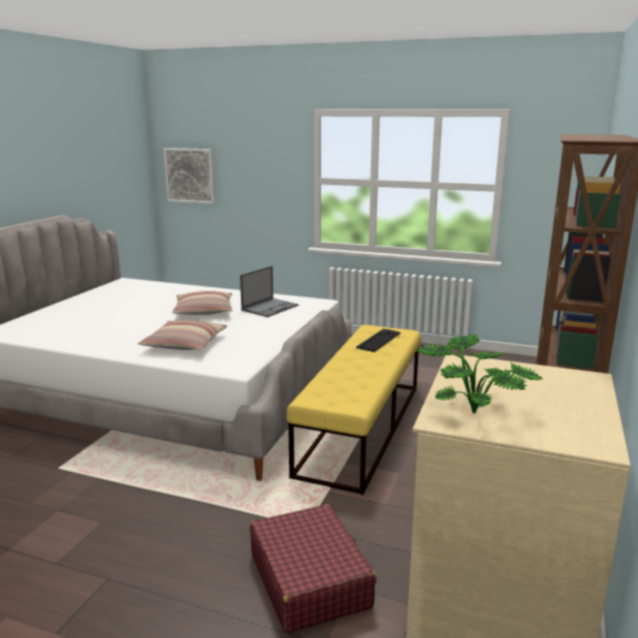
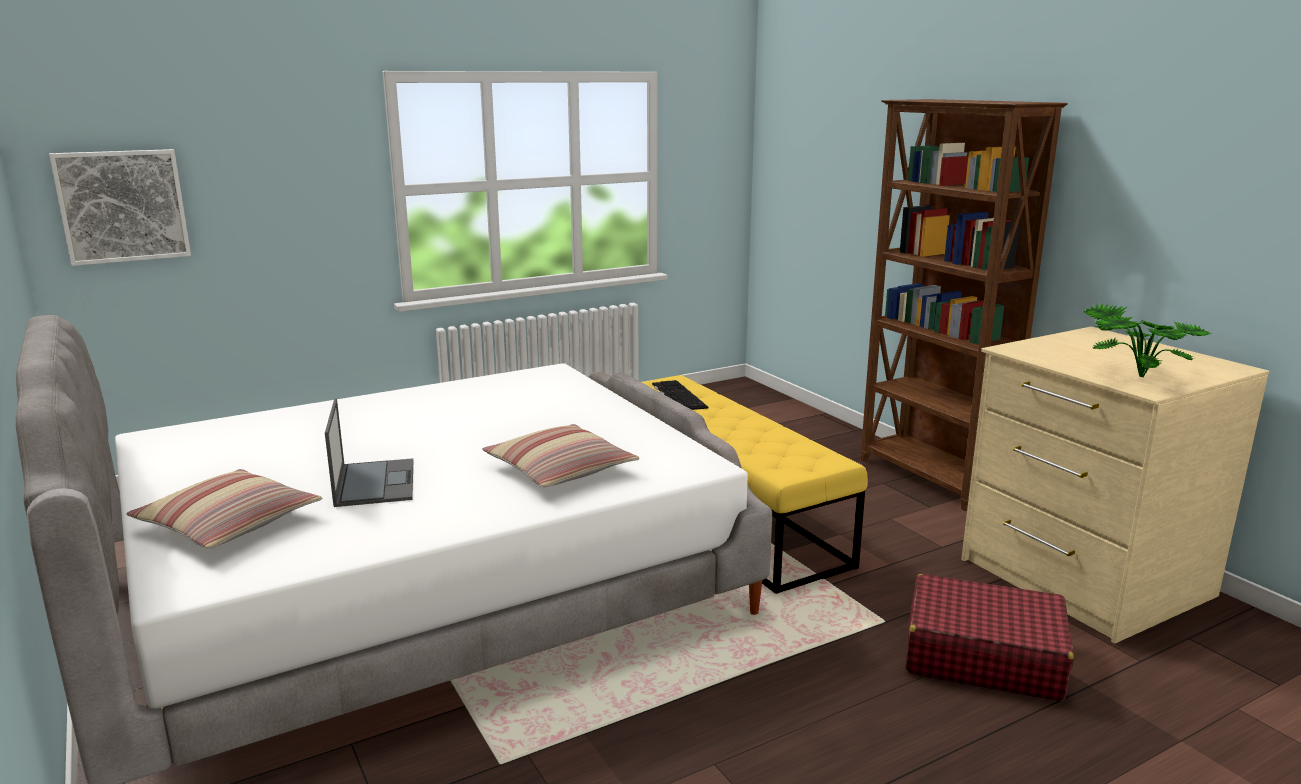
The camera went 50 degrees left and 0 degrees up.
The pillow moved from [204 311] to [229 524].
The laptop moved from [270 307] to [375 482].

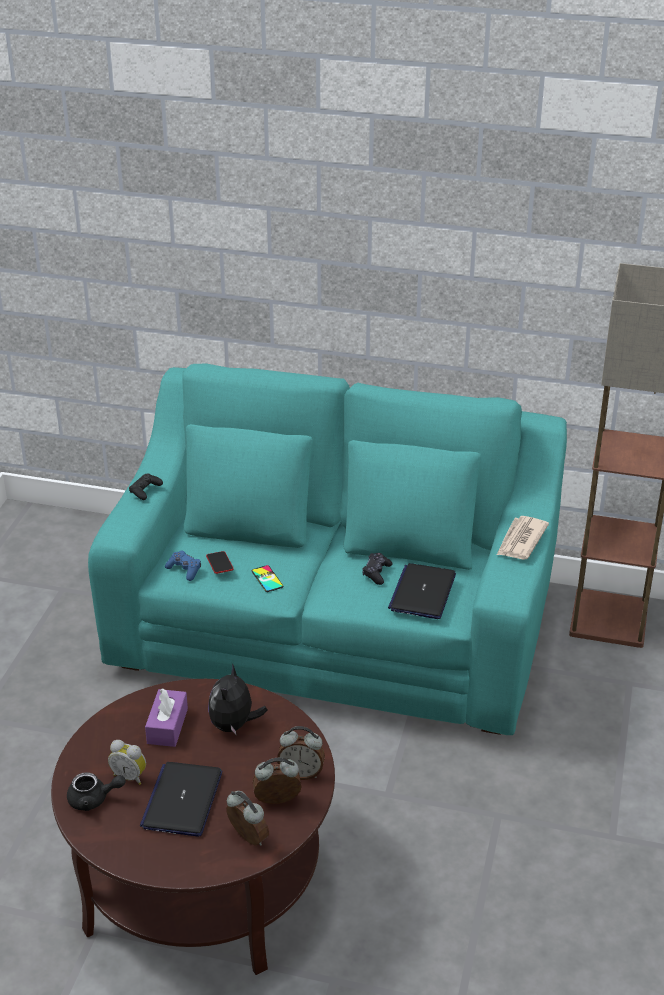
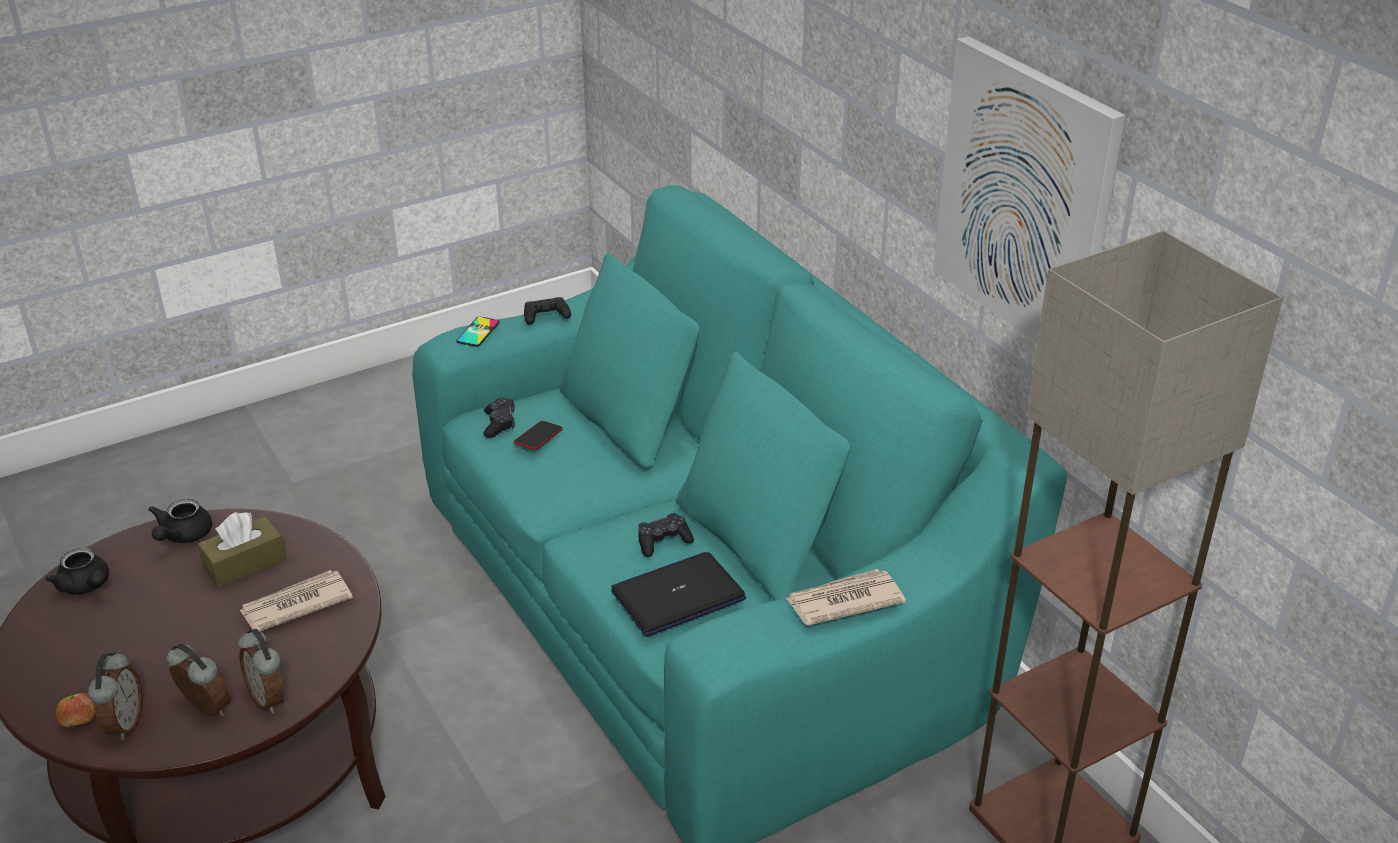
The camera went 45 degrees right and 0 degrees up.
The alarm clock at [130 776] disappeared.
The laptop at [182 800] disappeared.
The apple at [80 722] appeared.
The teapot (black) at [182 536] appeared.
The picture at [1026 199] appeared.
The phone moved from [267 579] to [478 332].
The plush toy at [234 725] was replaced by the newspaper at [295 605].
The tissue box (purple) at [167 726] became the tissue box (brown) at [245 563].
The game controller (blue) at [184 570] became the game controller (black) at [499 424].

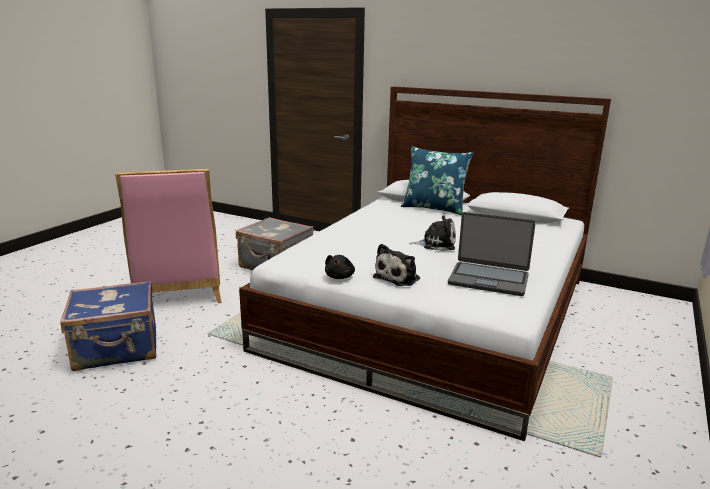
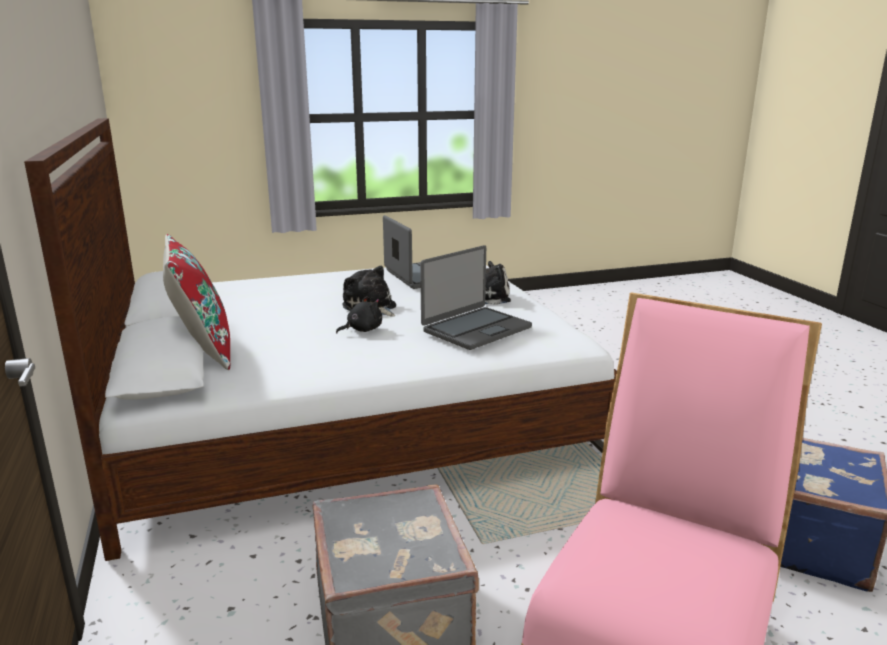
The camera went 135 degrees left and 0 degrees up.
The laptop at [476 329] appeared.
The plush toy (black) moved from [340 276] to [362 330].
The pillow (blue) at [434 208] became the pillow (red) at [203 350].

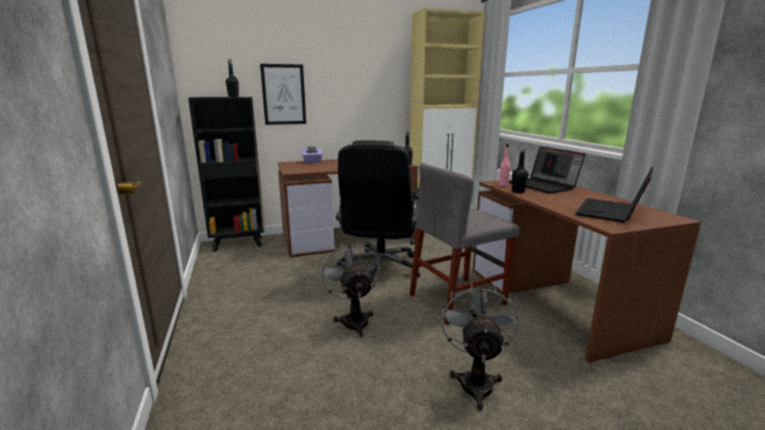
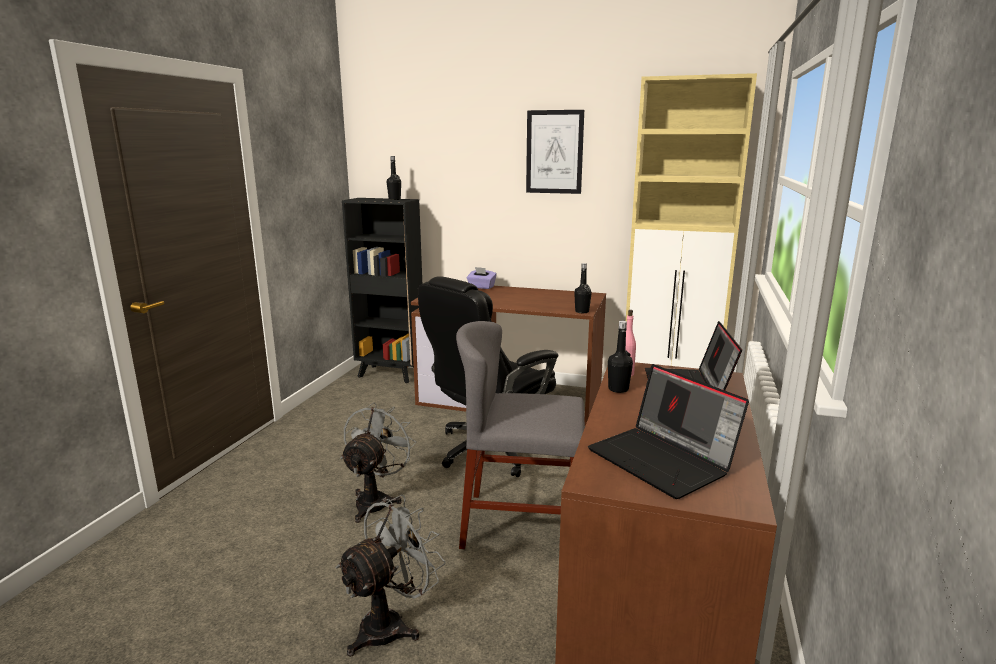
The camera went 35 degrees right and 0 degrees up.
The picture moved from [283 94] to [554 152].
The laptop at [611 212] turned 105 degrees counterclockwise.

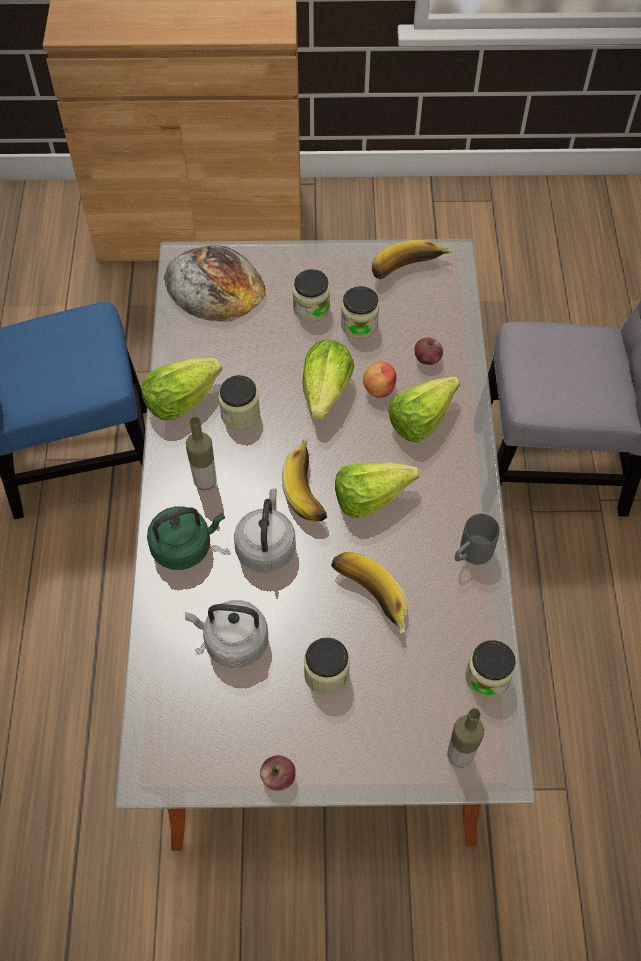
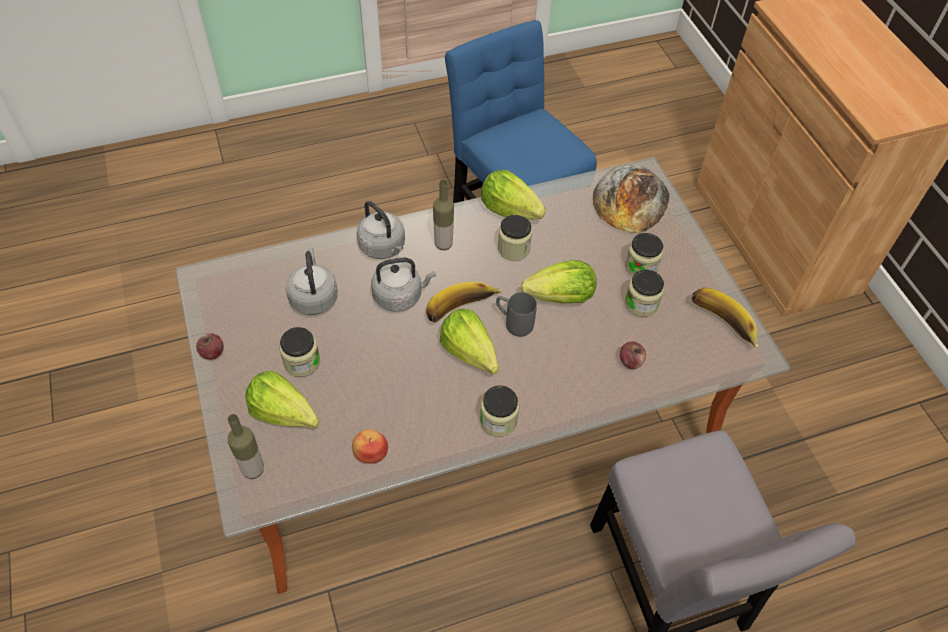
The camera went 70 degrees right and 5 degrees down.
The banana at [367 600] disappeared.
The apple moved from [379 388] to [371 453].
The lettuce moved from [427 417] to [287 418].
The mug (grey) moved from [470 555] to [513 322].
The jar moved from [487 677] to [498 420].
The kettle (green) at [184 546] became the kettle (grey) at [383 247].

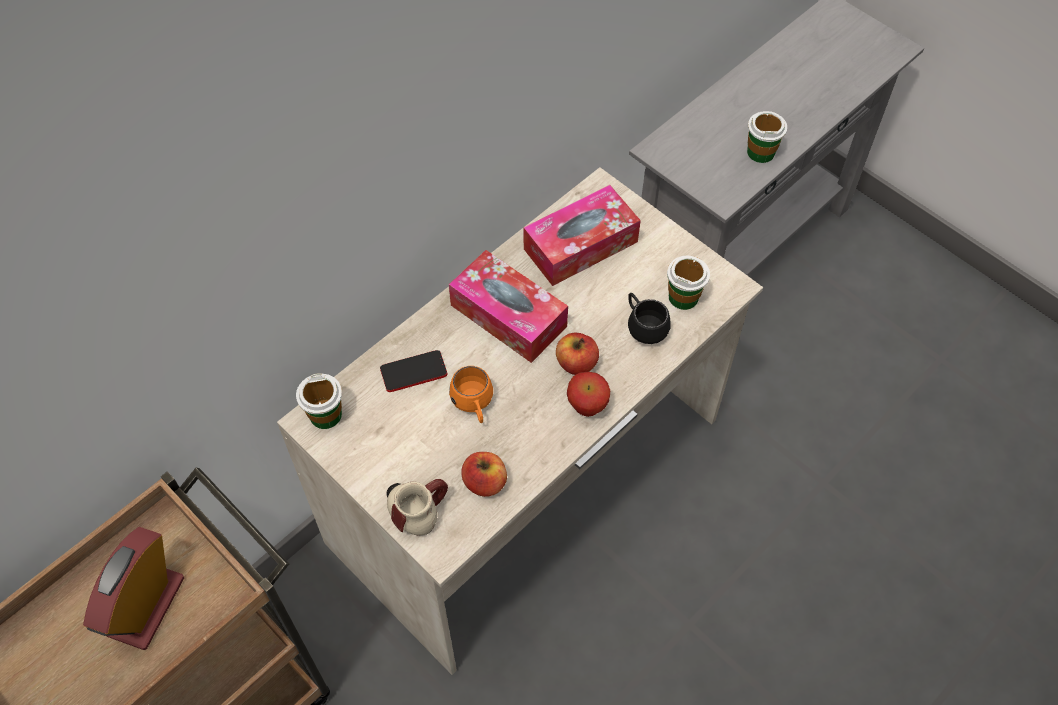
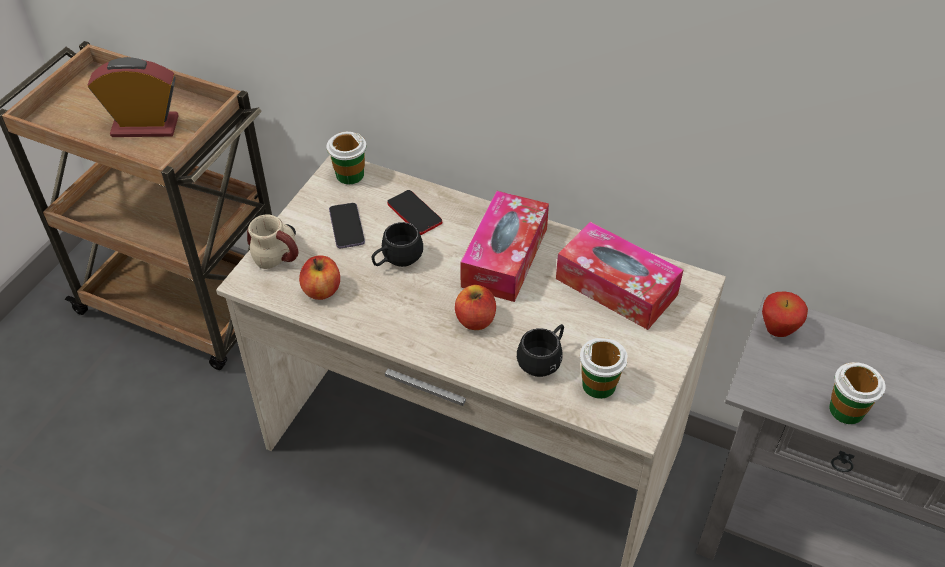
The camera went 70 degrees right and 10 degrees down.
The phone at [347 227] appeared.
The apple moved from [587 408] to [777 331].
The mug (orange) at [474 406] became the mug (black) at [396 261].

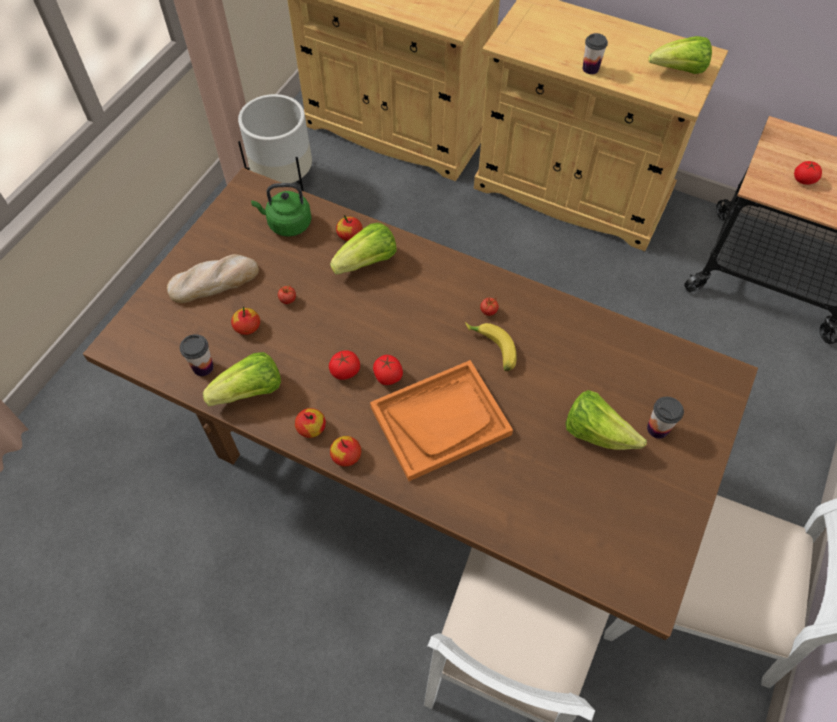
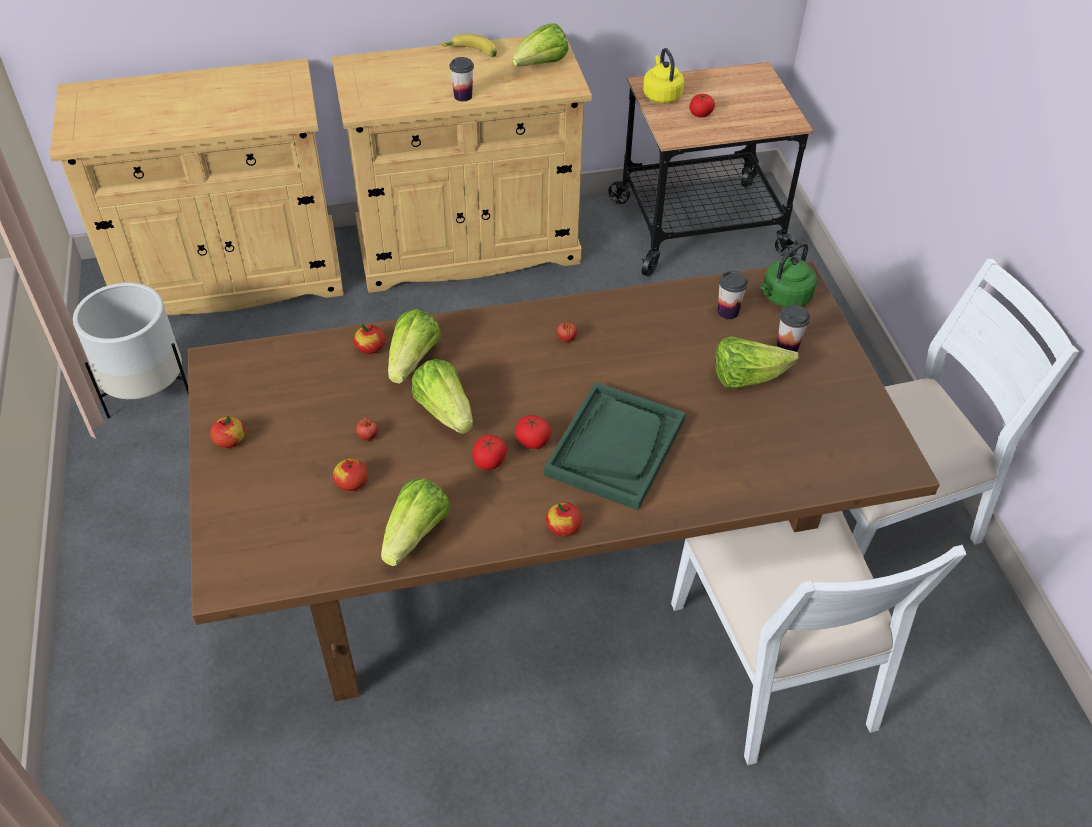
The camera went 40 degrees left and 10 degrees down.
The bread at [214 281] disappeared.
The lettuce at [445 411] appeared.
The kettle (yellow) at [661 95] appeared.
The cup moved from [203 367] to [728 312].
The kettle (green) moved from [287 224] to [784 297].
The apple moved from [311 428] to [230 440].
The banana moved from [491 349] to [470 53].
The tray (orange) at [440 420] became the tray (green) at [615 447].

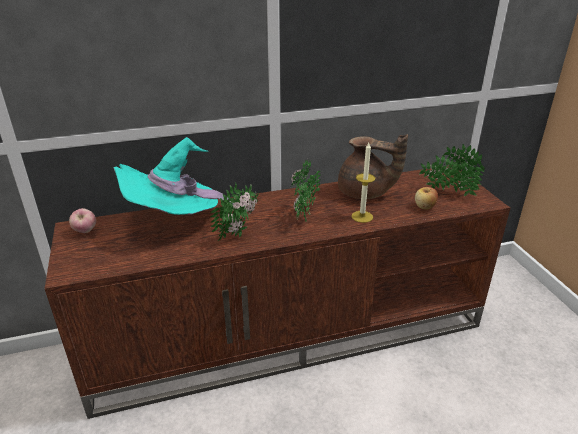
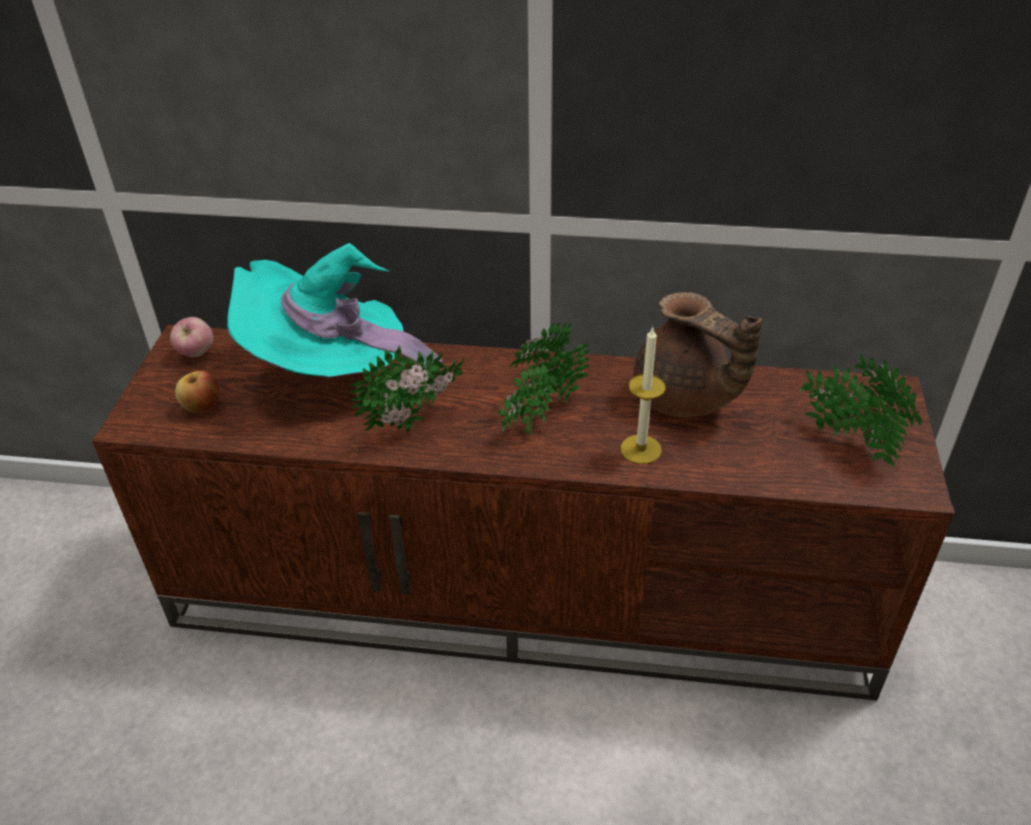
The camera went 25 degrees right and 10 degrees up.
The apple moved from [424 207] to [202 406].

